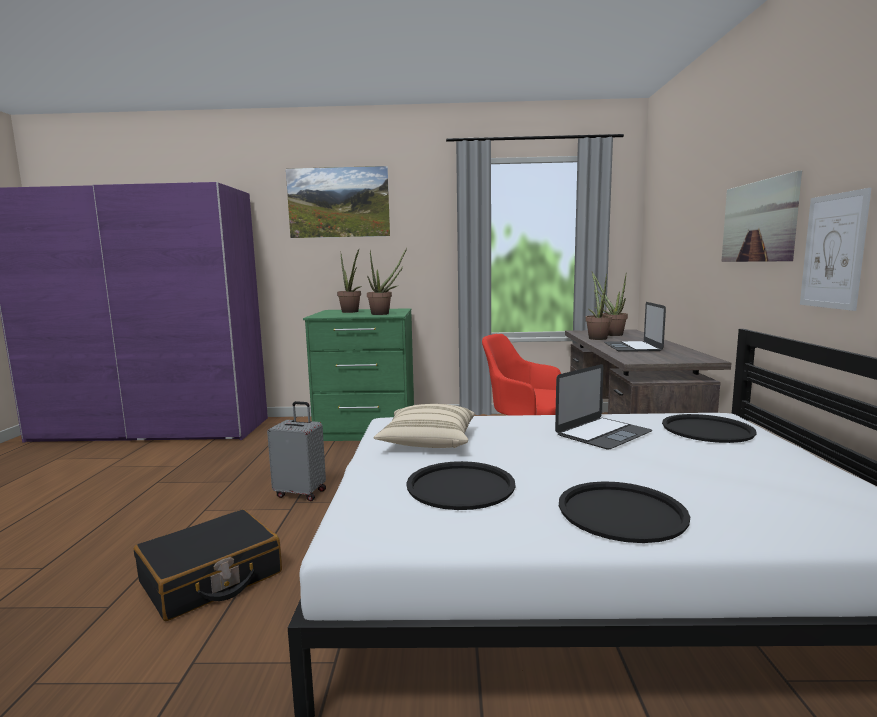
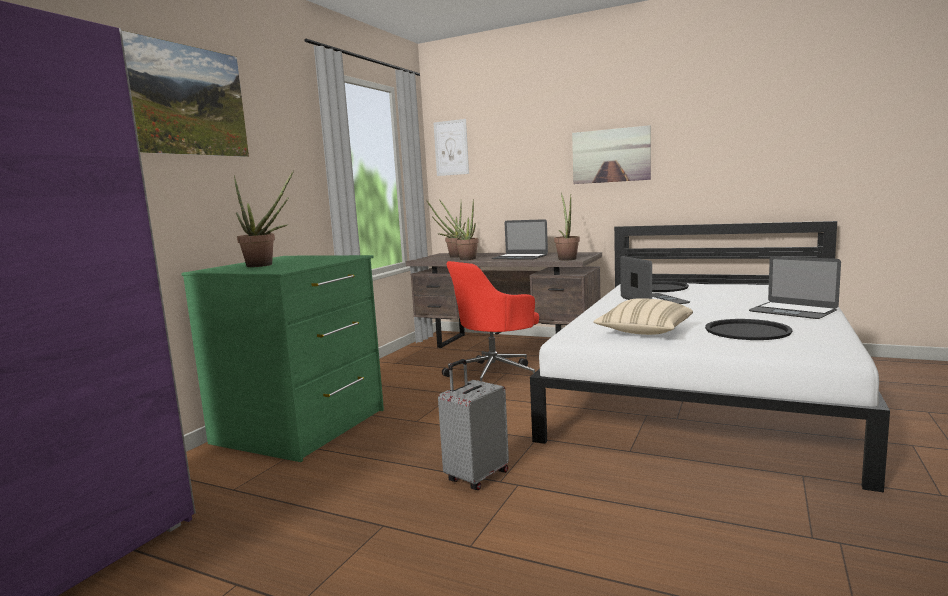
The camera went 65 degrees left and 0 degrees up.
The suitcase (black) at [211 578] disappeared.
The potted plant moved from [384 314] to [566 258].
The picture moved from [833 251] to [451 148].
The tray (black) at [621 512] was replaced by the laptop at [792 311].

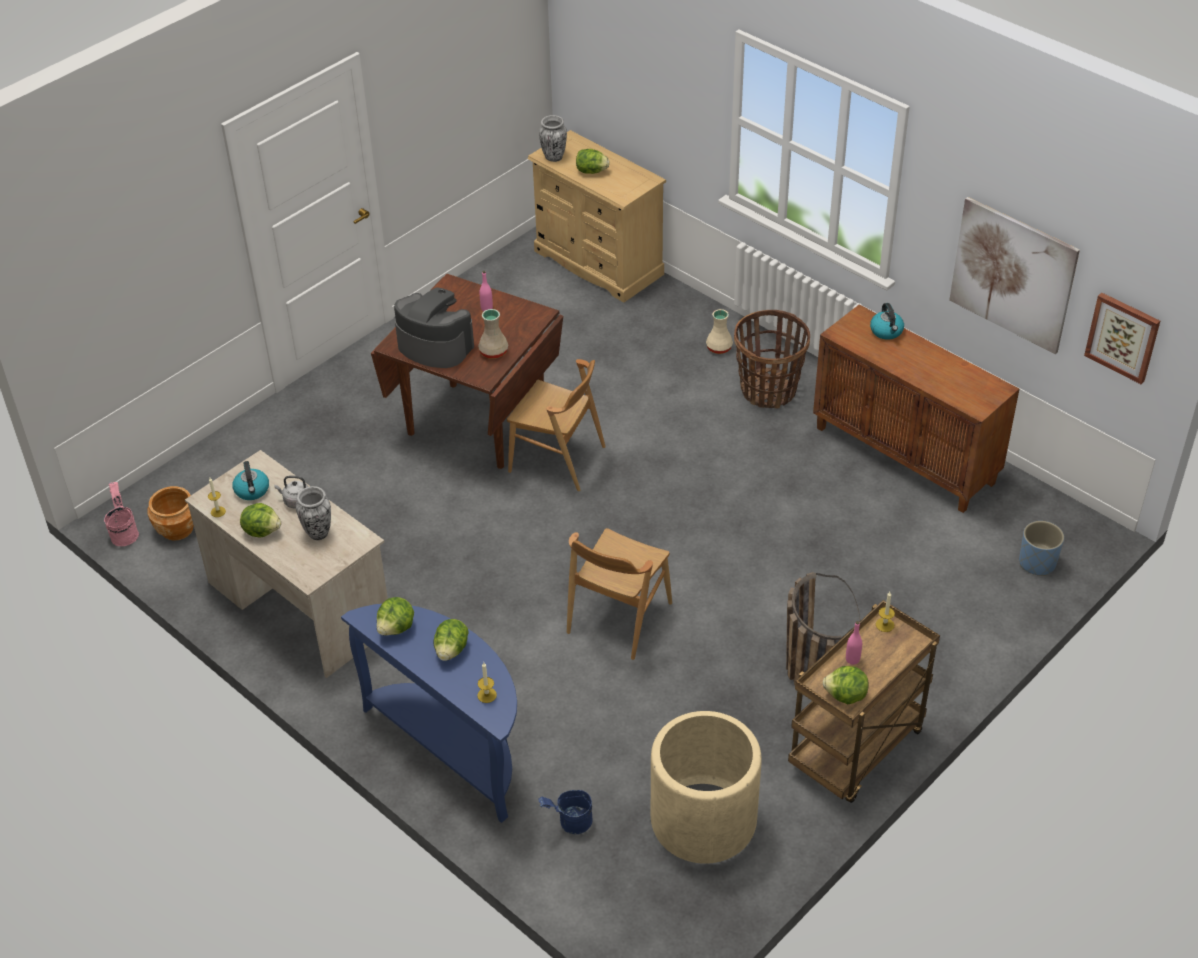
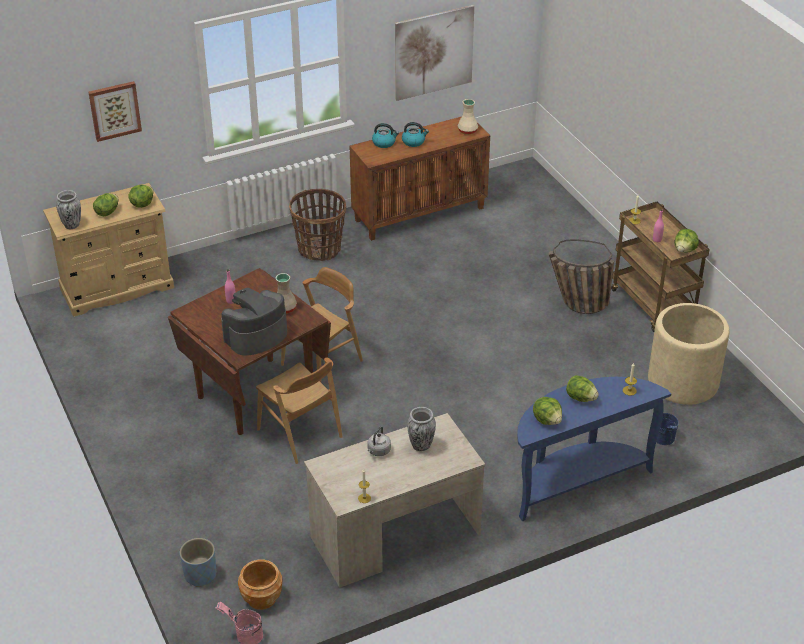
The camera went 70 degrees left and 5 degrees down.
The kettle moved from [252 490] to [414 142].
The lettuce moved from [262 530] to [142 204].
The chair (brown) moved from [618 618] to [299 433].
The vase (beige) moved from [718 348] to [467 131].
The planter (blue) moved from [1037 563] to [200 574].
The picture moved from [1123 337] to [114 110].

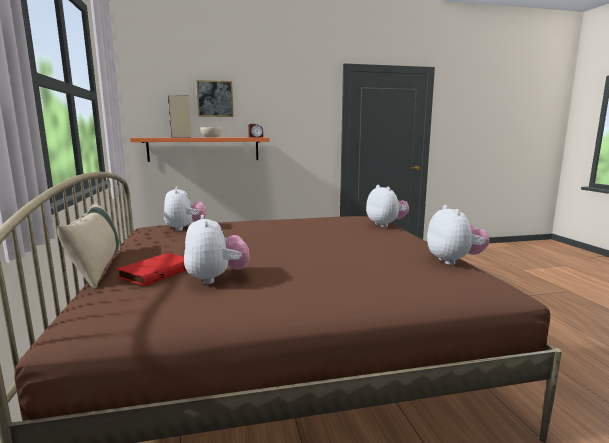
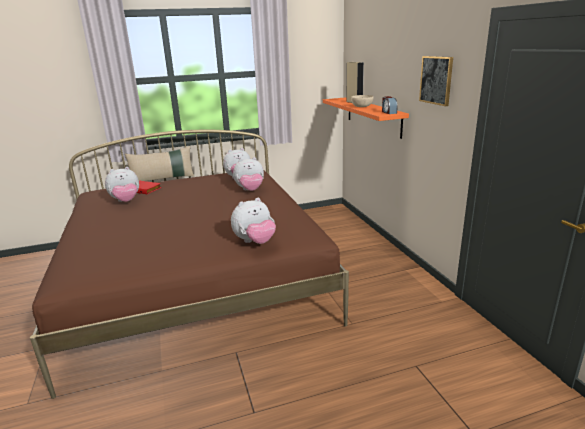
The camera went 85 degrees right and 10 degrees up.
The picture moved from [215 98] to [436 80].
The plush toy moved from [454 261] to [250 190].

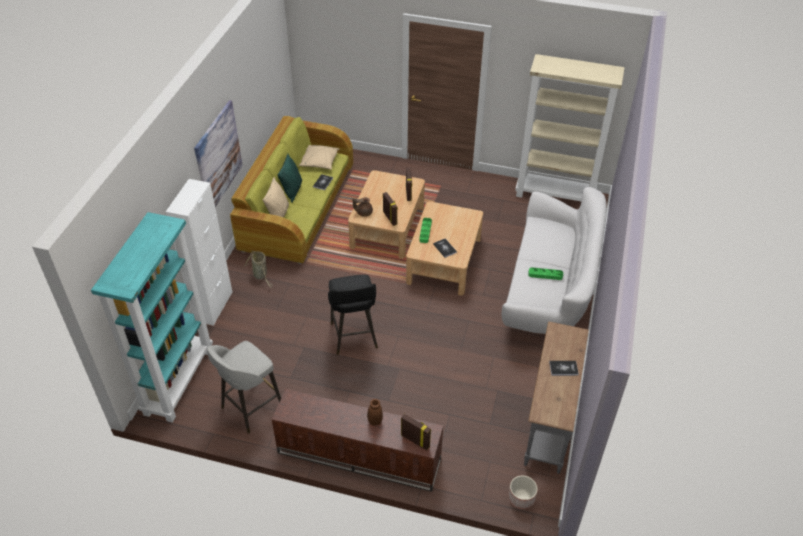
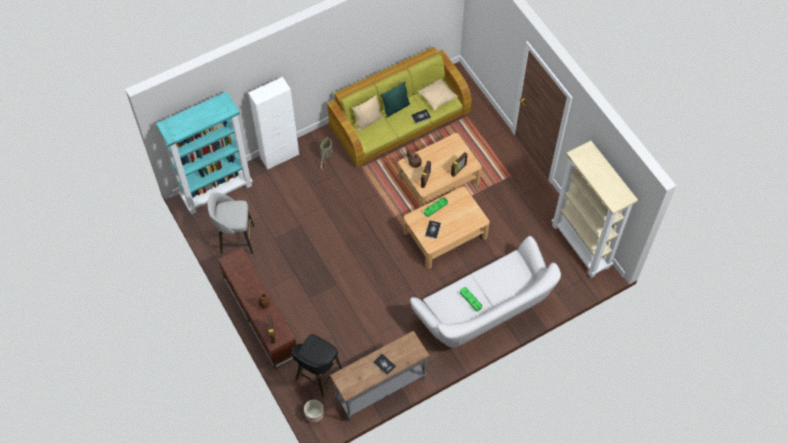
The camera went 45 degrees right and 15 degrees up.
The picture at [218 156] disappeared.
The stool (black) moved from [354 337] to [318 376].

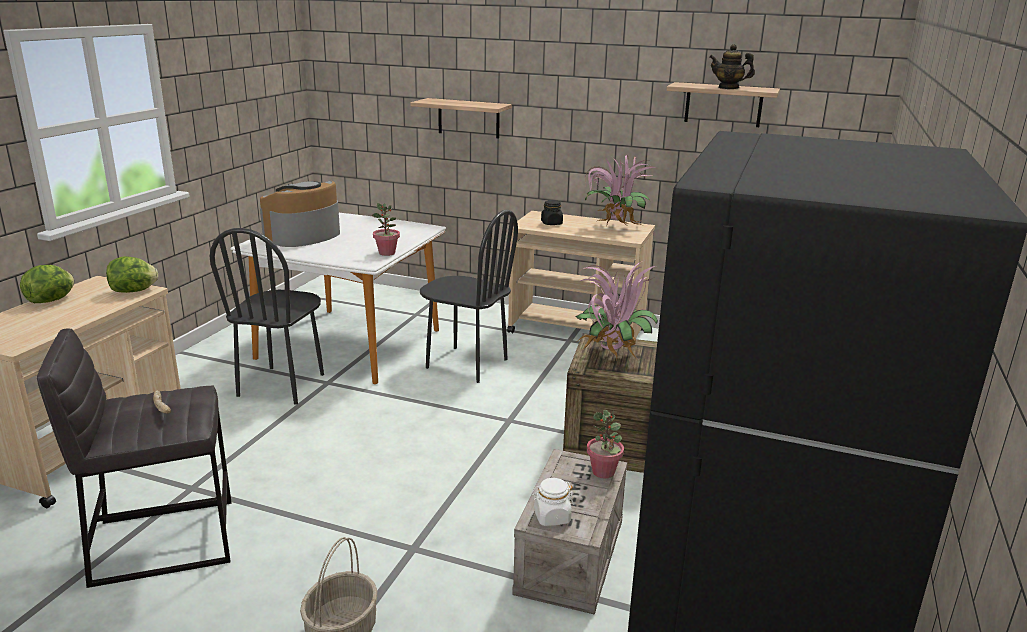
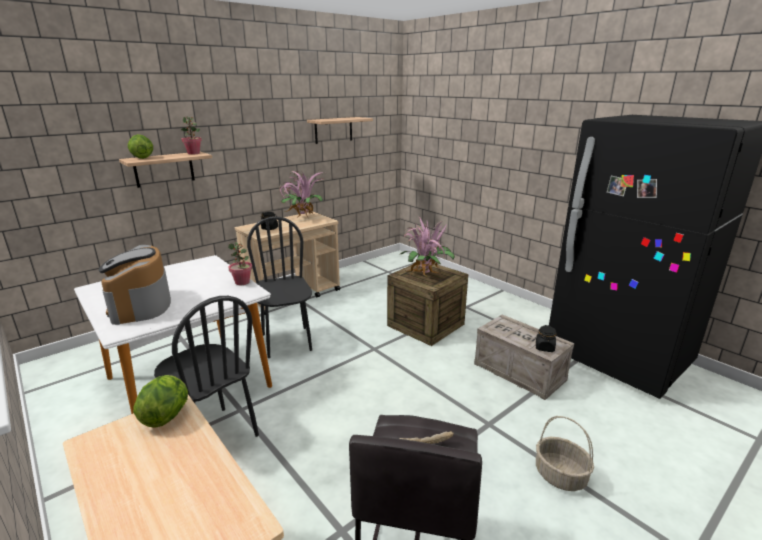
The camera went 60 degrees left and 0 degrees up.
The teapot at [728 88] disappeared.
The lettuce moved from [52 300] to [142 158].
The potted plant moved from [603 472] to [194 153].
The jar (white) at [551 517] became the jar (black) at [544 347].
The chair (black) at [466 364] turned 75 degrees counterclockwise.

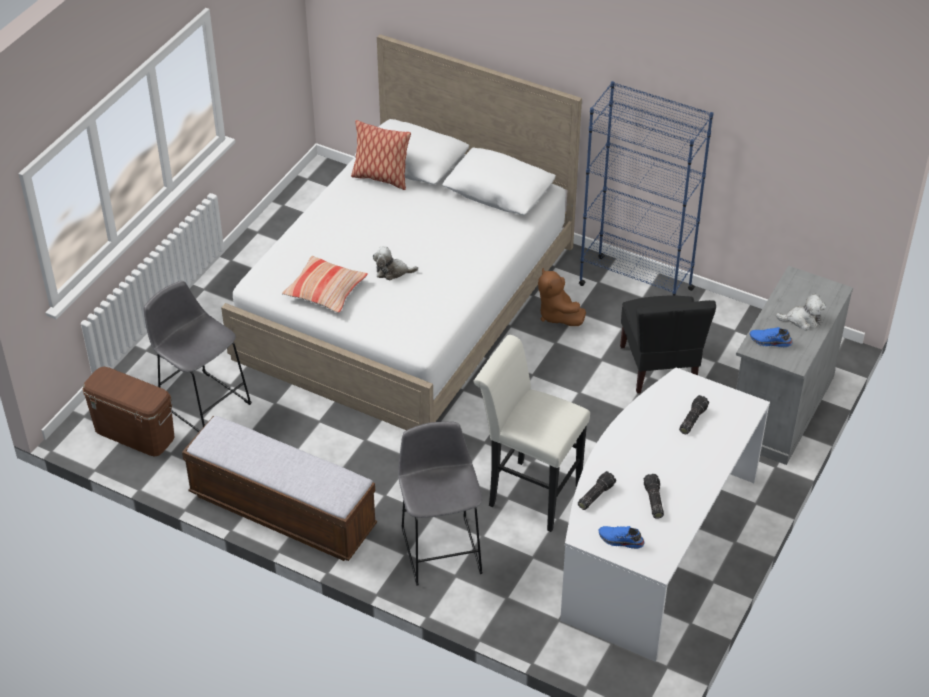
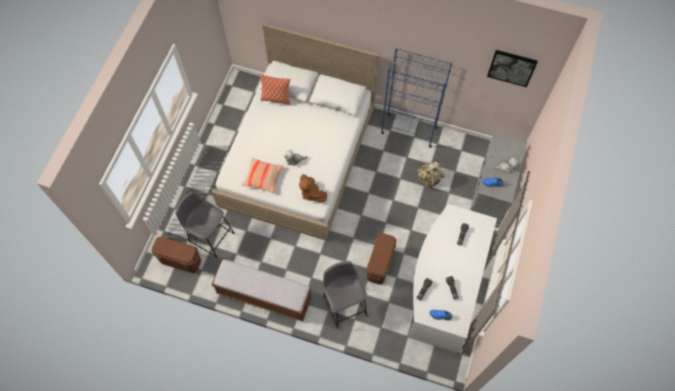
The camera went 10 degrees left and 20 degrees up.
The picture at [511 67] appeared.
The plush toy (brown) moved from [557 315] to [311 193].
The stool (white) at [528 493] was replaced by the storage box (brown) at [380 264].
The chair (black) at [659 367] was replaced by the backpack (beige) at [429 178].

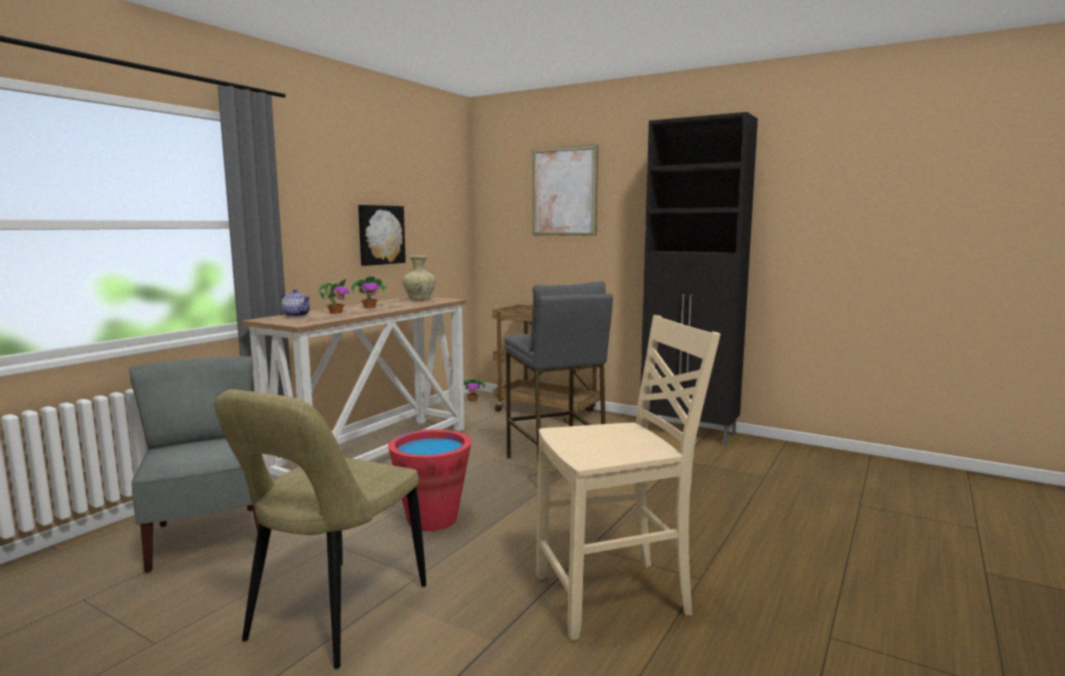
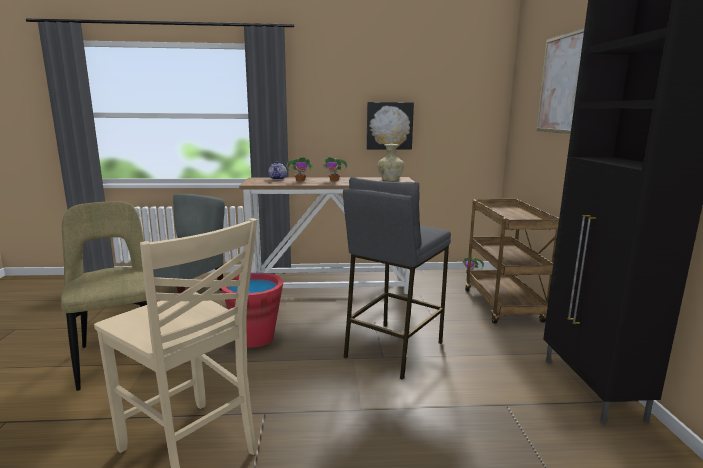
The camera went 55 degrees right and 5 degrees up.
The chair (beige) at [333 616] turned 75 degrees clockwise.

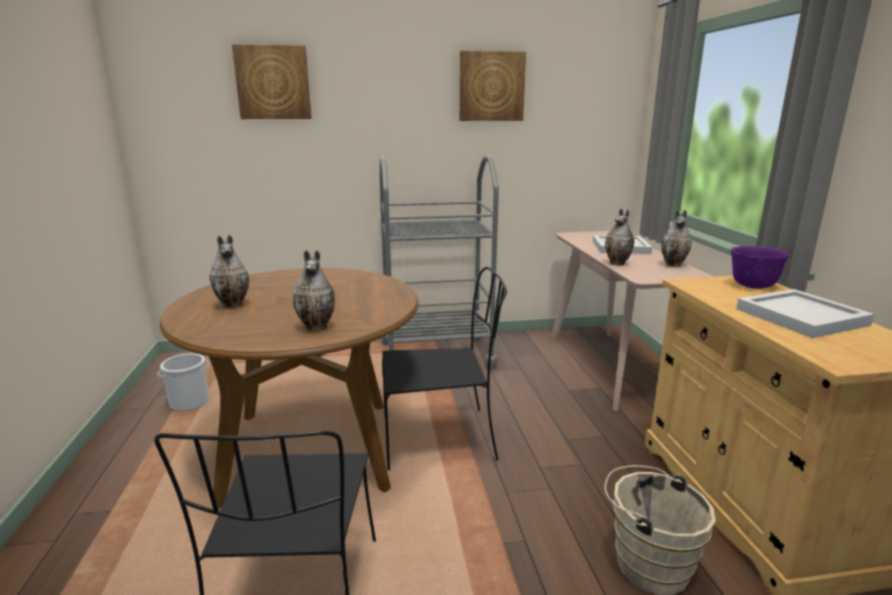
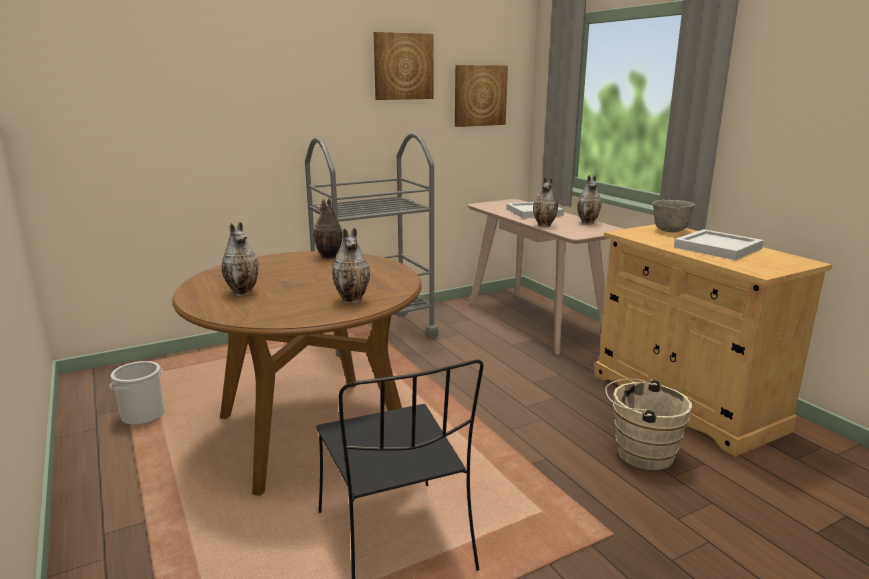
The camera went 20 degrees left and 0 degrees up.
The chair (black) at [441 438] disappeared.
The vase at [328 257] appeared.
The picture moved from [273 83] to [479 95].
The bowl (purple) at [753 286] became the bowl (grey) at [670 231].

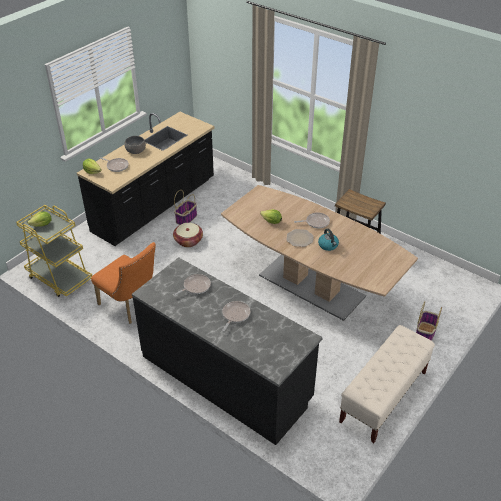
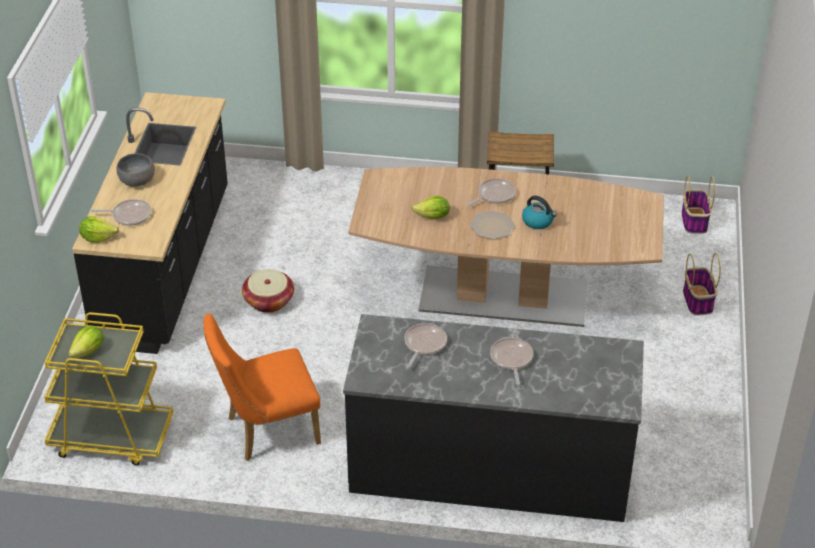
The camera went 30 degrees left and 0 degrees up.
The bench (beige) at [383 397] disappeared.
The basket moved from [186 218] to [694 220].
The chair (orange) at [131 306] turned 150 degrees clockwise.

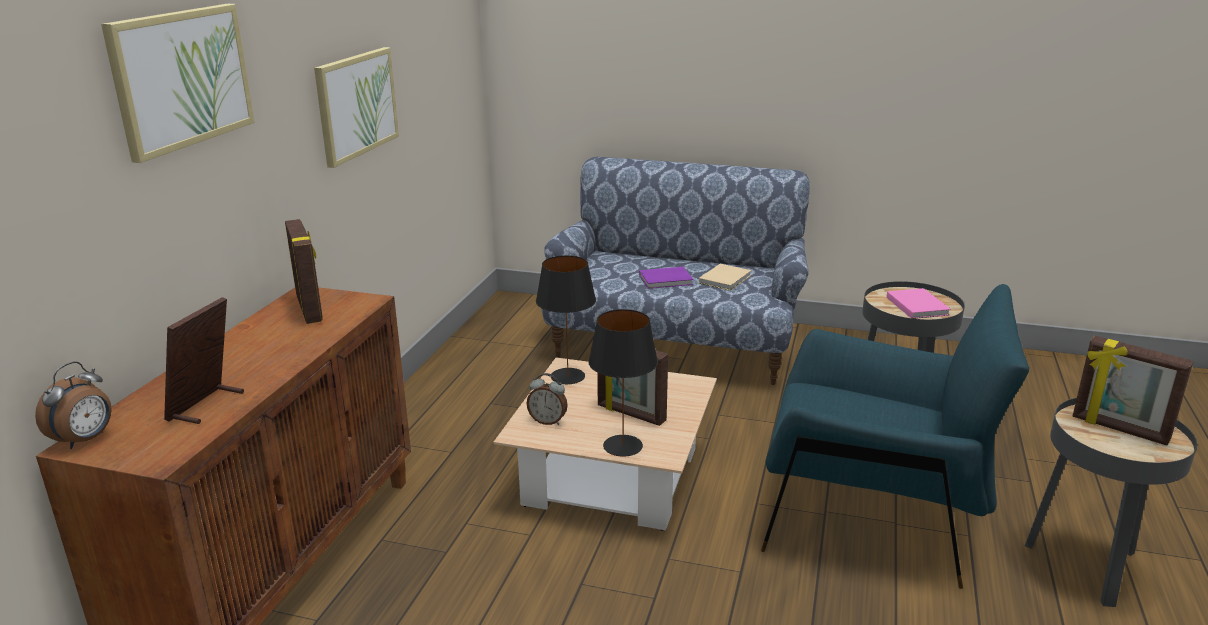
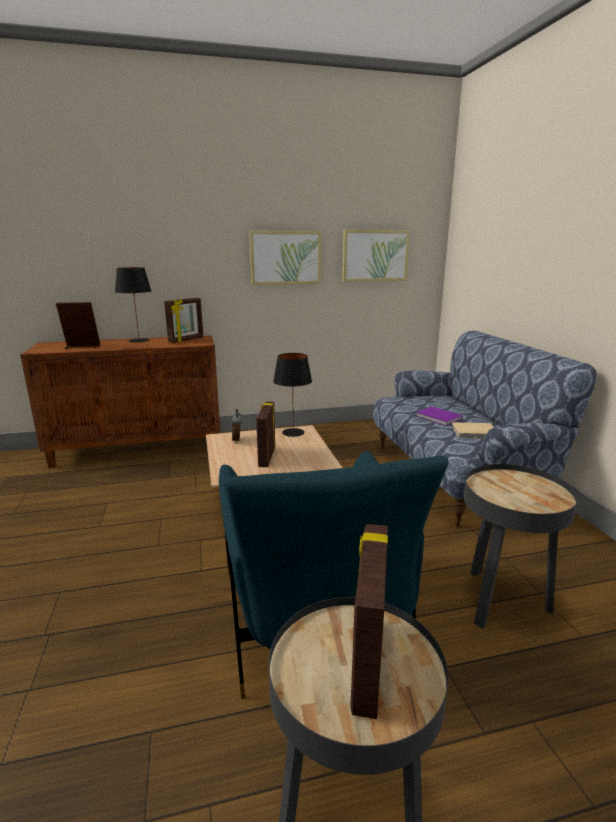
The camera went 60 degrees right and 5 degrees down.
The alarm clock at [85 440] disappeared.
The book (pink) at [917 305] disappeared.
The picture moved from [181 78] to [375 256].
The table lamp (black) moved from [623 446] to [138 340].

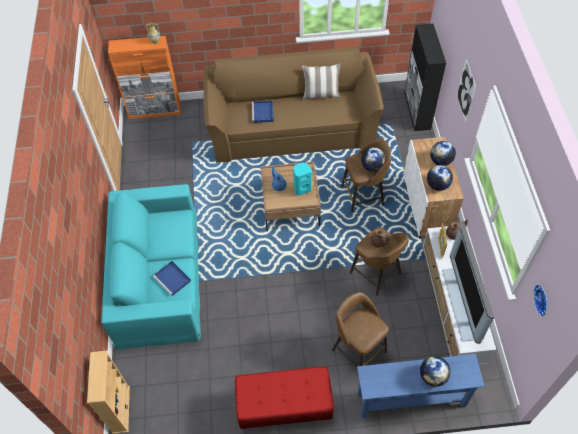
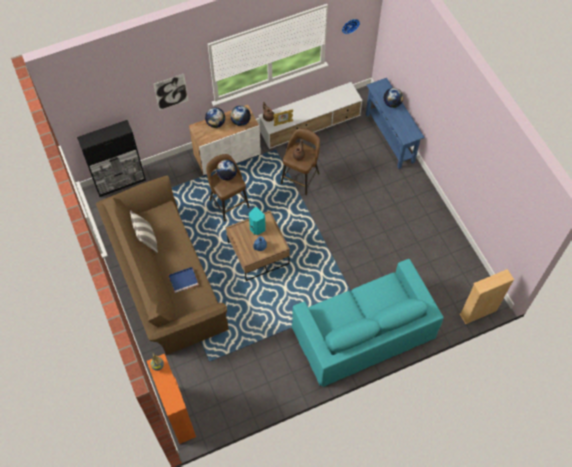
The camera went 110 degrees left and 5 degrees up.
The tray (blue) at [173 279] disappeared.
The bench (red) at [284 406] disappeared.
The stool (brown) at [358 349] disappeared.
The television at [464 303] disappeared.

